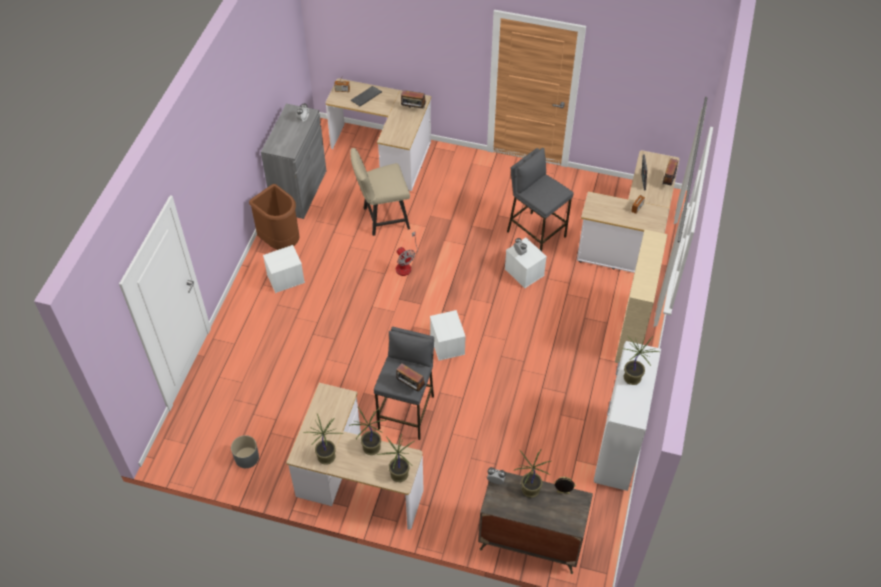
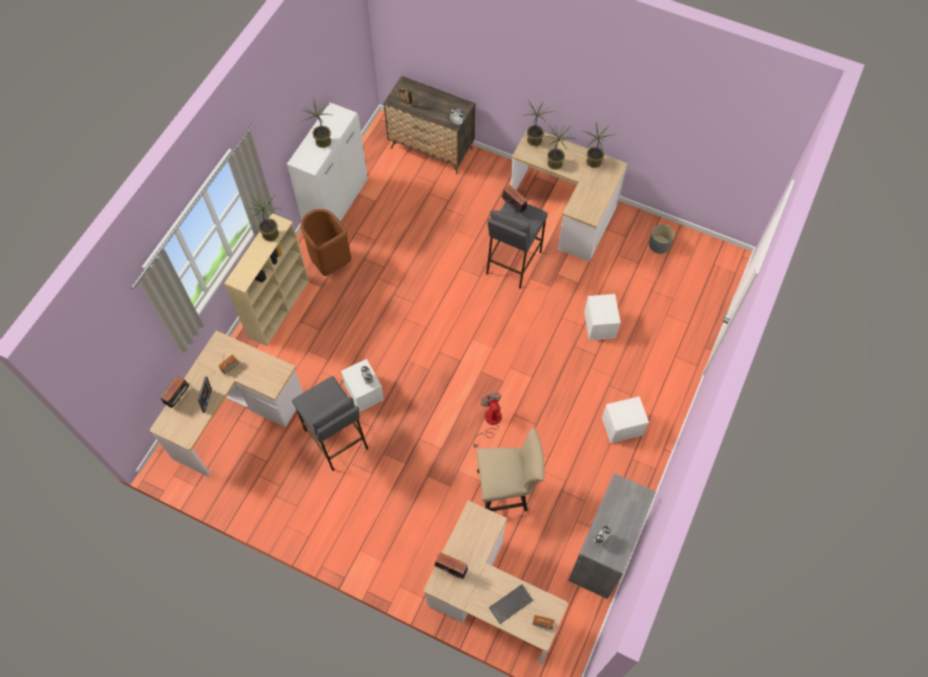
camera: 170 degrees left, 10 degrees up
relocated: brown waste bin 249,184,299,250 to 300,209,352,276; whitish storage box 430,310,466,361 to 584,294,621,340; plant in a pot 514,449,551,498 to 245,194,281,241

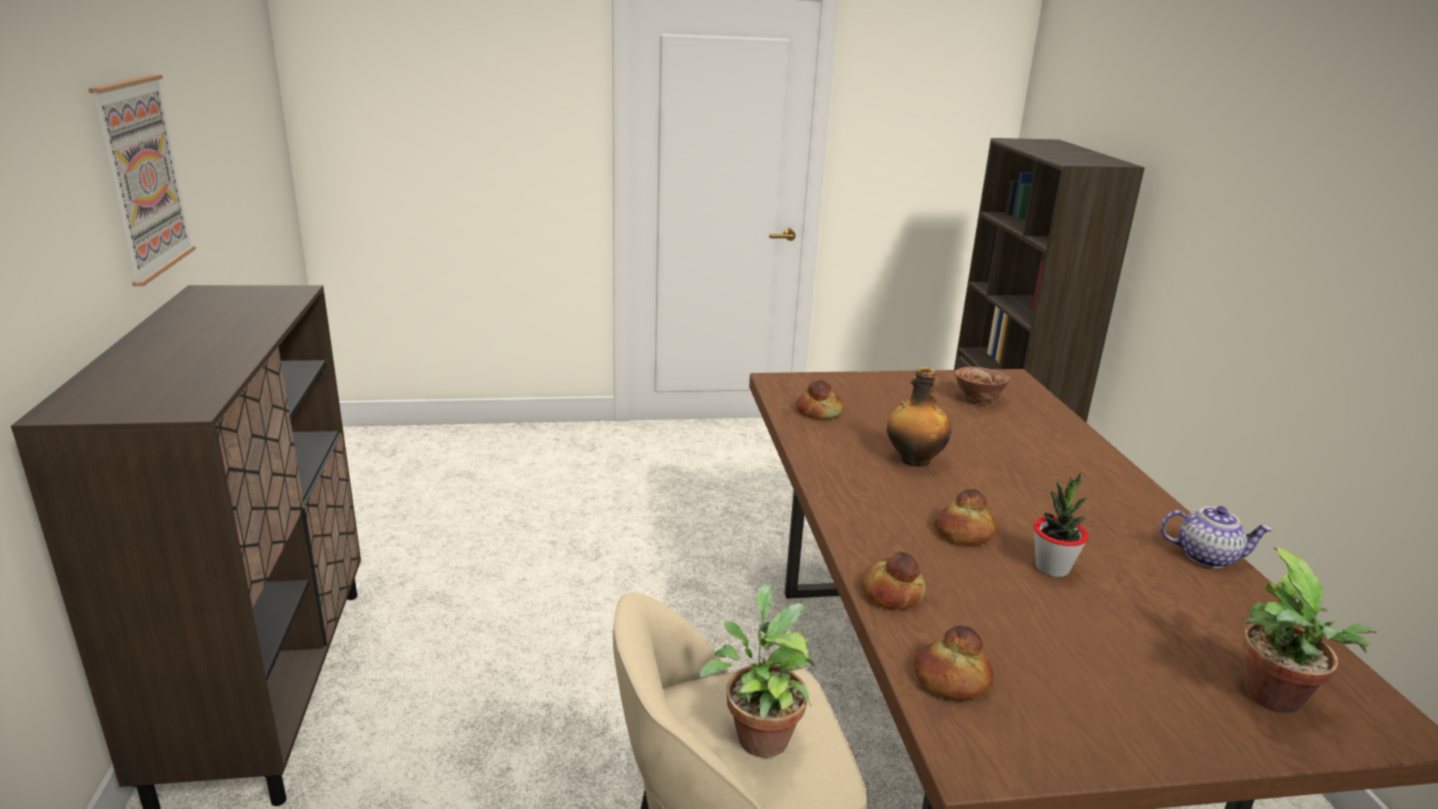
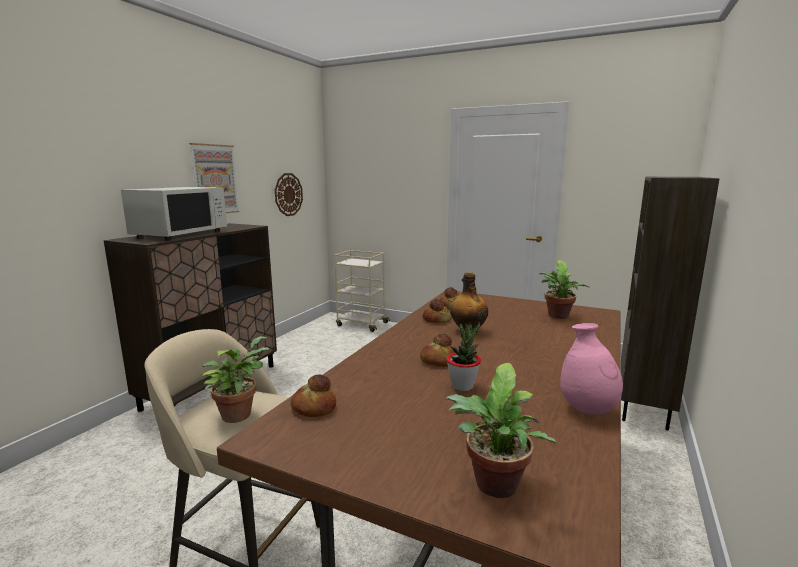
camera: 35 degrees right, 10 degrees down
appeared: clock on the wall 275,173,303,216; whitish microwave oven 121,187,227,241; beige wheeled cart 335,250,390,332
relocated: baked bread 862,552,925,610 to 422,299,452,323
exchanged: serving bowl 955,367,1010,404 to plant in a pot 540,260,589,319; tea pot 1160,506,1273,568 to pink decorative vase 560,323,623,415

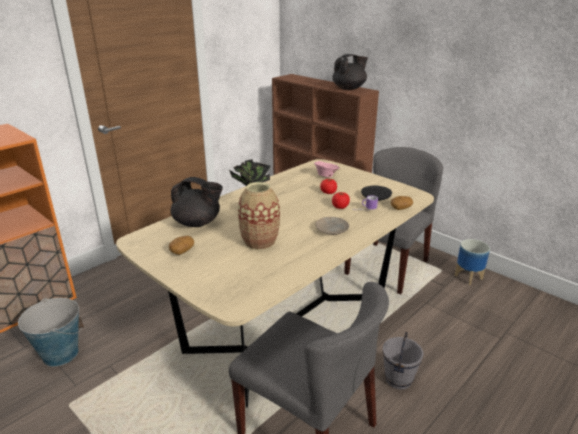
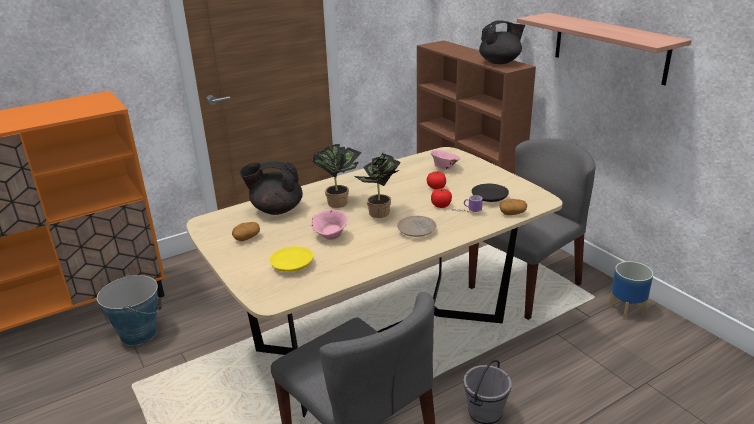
camera: 15 degrees right, 0 degrees up
appeared: wall shelf 517,13,692,85; plant in a pot 354,153,401,218; yellowish flat dish 270,246,313,272
exchanged: decorative vase 238,182,280,250 to pink serving bowl 311,209,347,240
spun: black tea pot 171,177,223,227 = 240,161,303,215 150 degrees clockwise

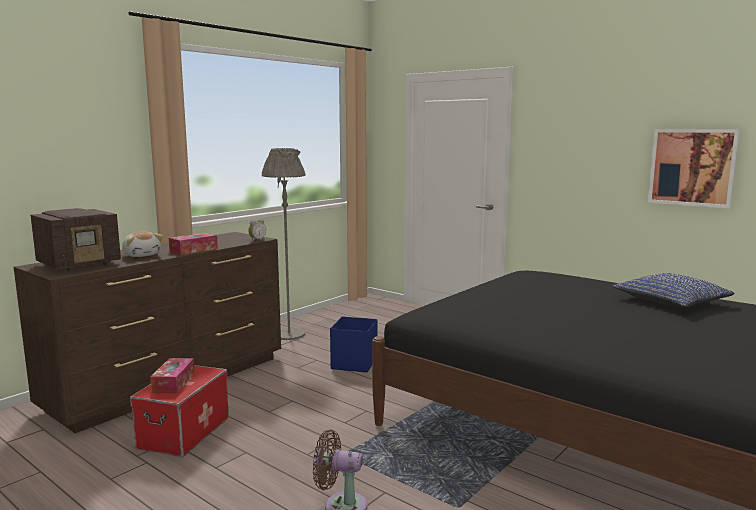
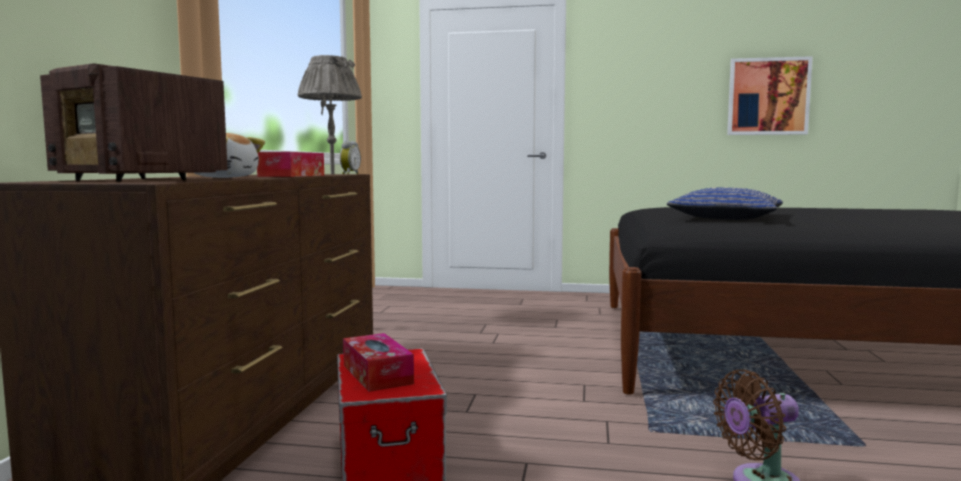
camera: 30 degrees left, 5 degrees down
missing: blue-coloured storage box 330,316,378,373
relocated: blue-coloured cushion 612,273,735,308 to 667,188,783,220
spun: radio set 31,208,121,271 = 40,63,228,182 105 degrees clockwise

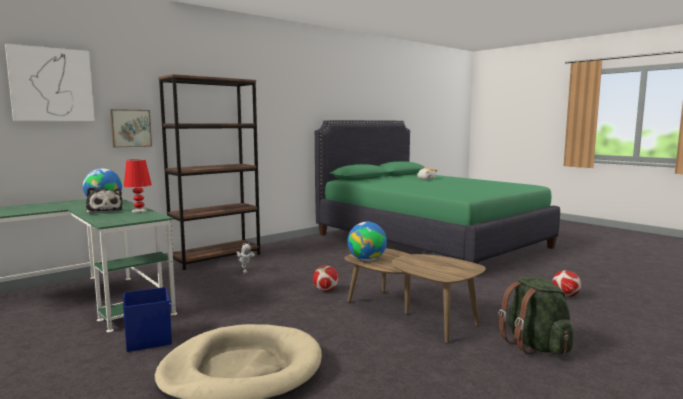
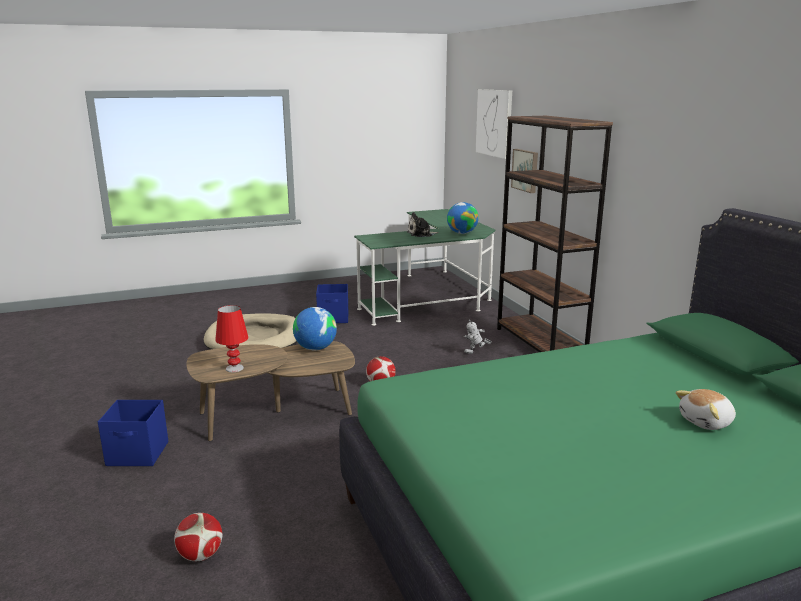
camera: 110 degrees right, 10 degrees up
relocated: reddish lamp for a table 124,159,152,213 to 215,305,248,372
exchanged: green-coloured rucksack 499,276,573,354 to blue-coloured storage box 98,400,168,466

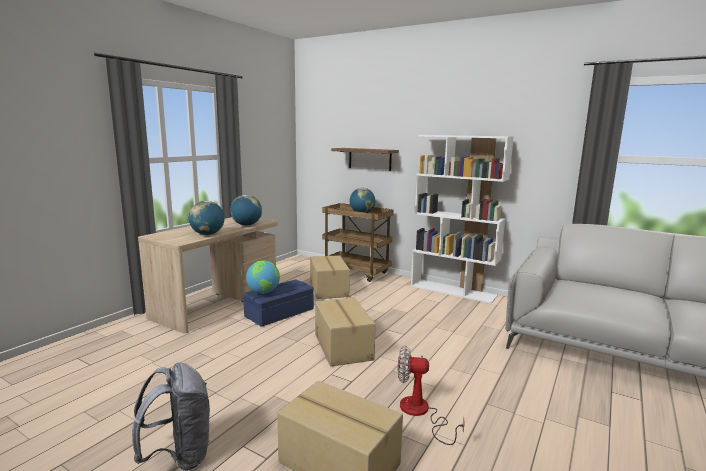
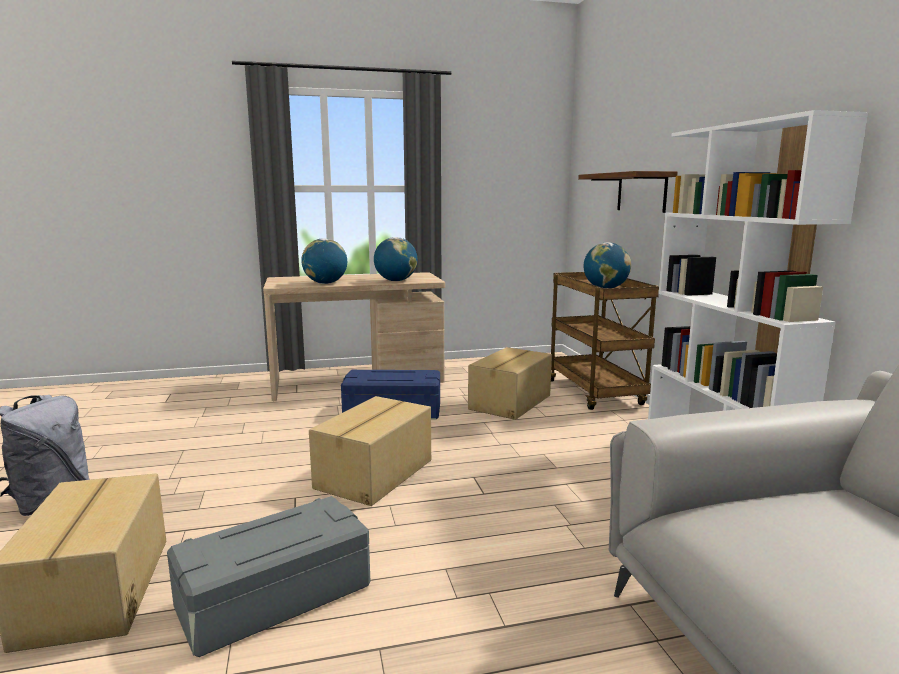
camera: 45 degrees right, 0 degrees up
missing: world globe 246,260,280,294
exchanged: fan 398,346,465,445 to gray storage box 167,496,370,657

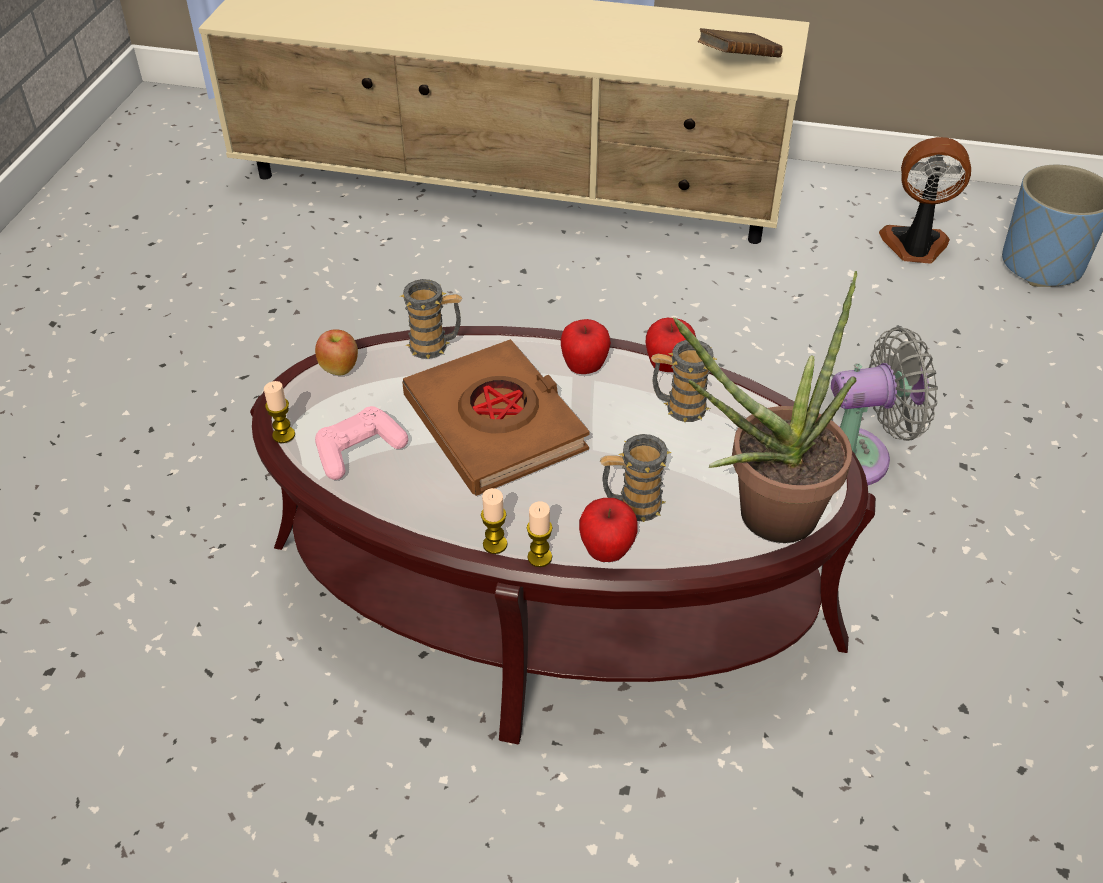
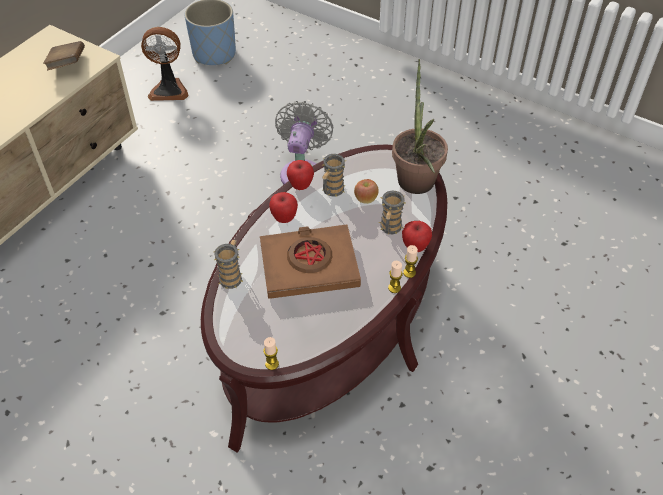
camera: 70 degrees left, 5 degrees up
missing: pink joypad 315,406,408,480
relocated: apple 315,329,358,375 to 354,179,379,204
spun: fan 879,137,971,264 = 141,27,188,101 120 degrees counterclockwise

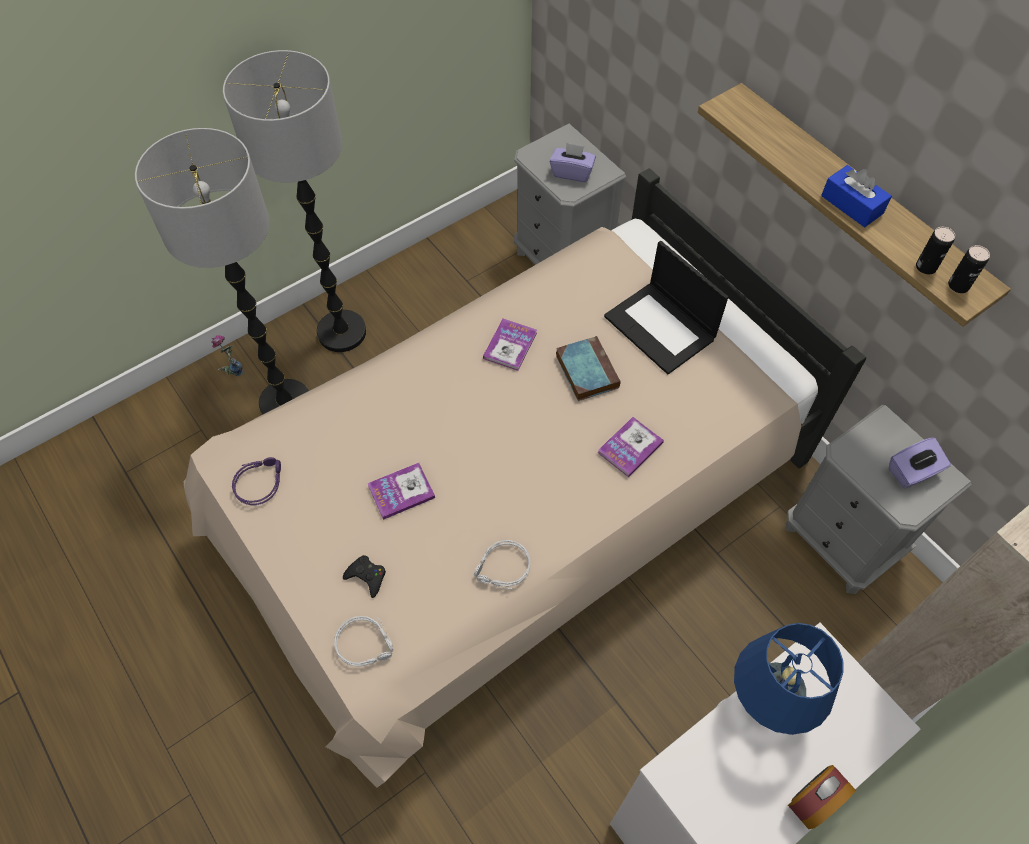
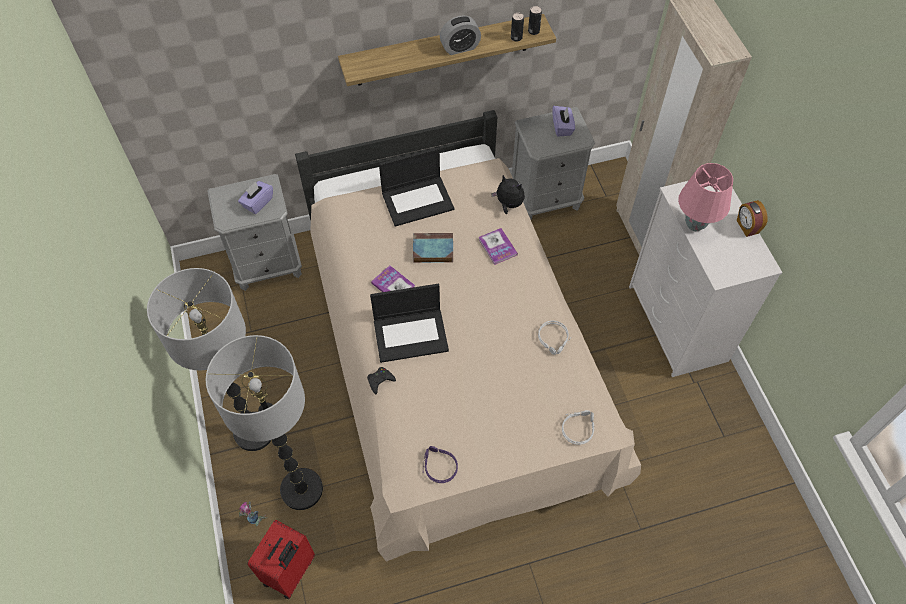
camera: 70 degrees left, 0 degrees up
missing: volume 368,462,435,520
appeared: cuddly toy 491,175,525,214; laptop 370,284,449,363; reddish suitcase 247,520,315,599
relocated: black joypad 343,555,386,598 to 367,367,396,394
exchanged: blue-coloured tissue box 821,165,892,227 to table clock 440,15,481,55
colour: blue-coloured lamp for a table 734,623,844,735 to pink lamp for a table 678,163,733,231

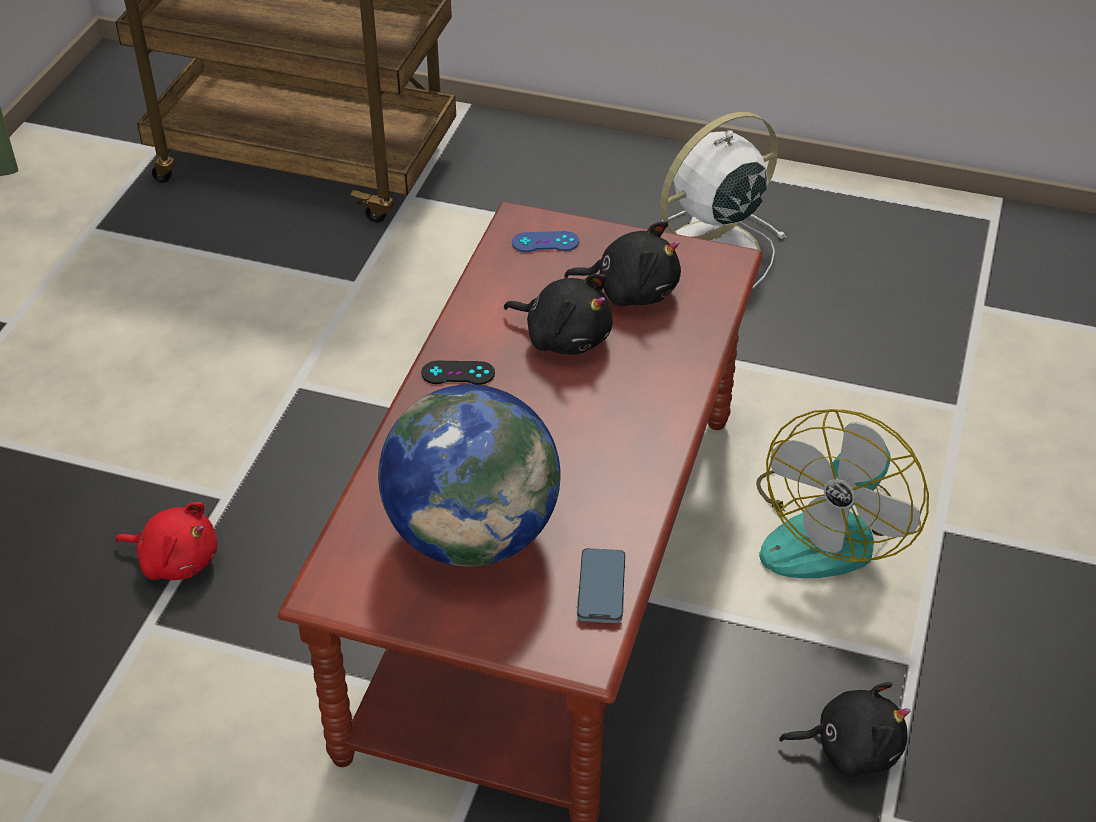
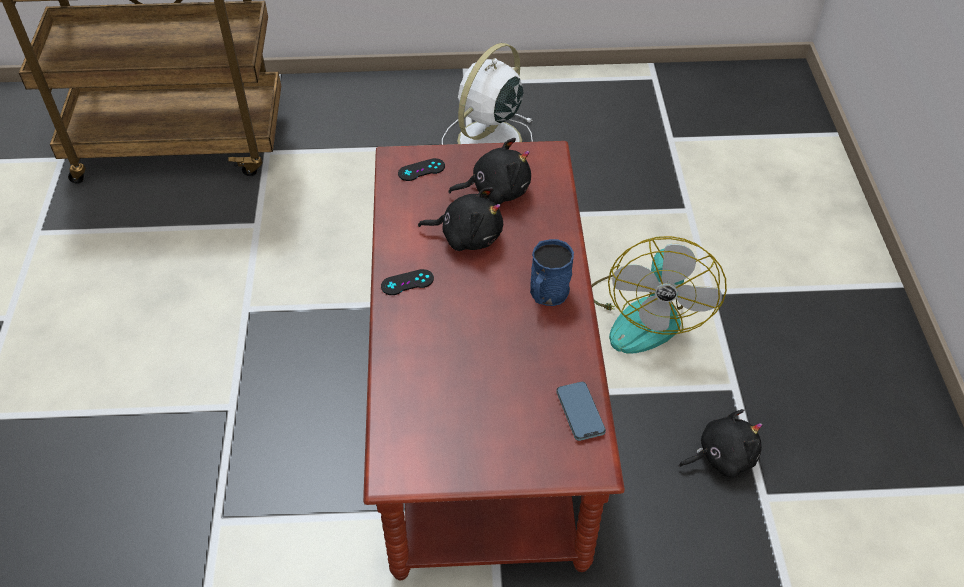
camera: 20 degrees left, 5 degrees up
missing: world globe 378,384,560,567; reddish cuddly toy 115,502,217,580
appeared: blue-coloured tea mug 530,239,574,306
colour: blue-coloured joypad 512,231,579,252 to black joypad 398,158,445,181

